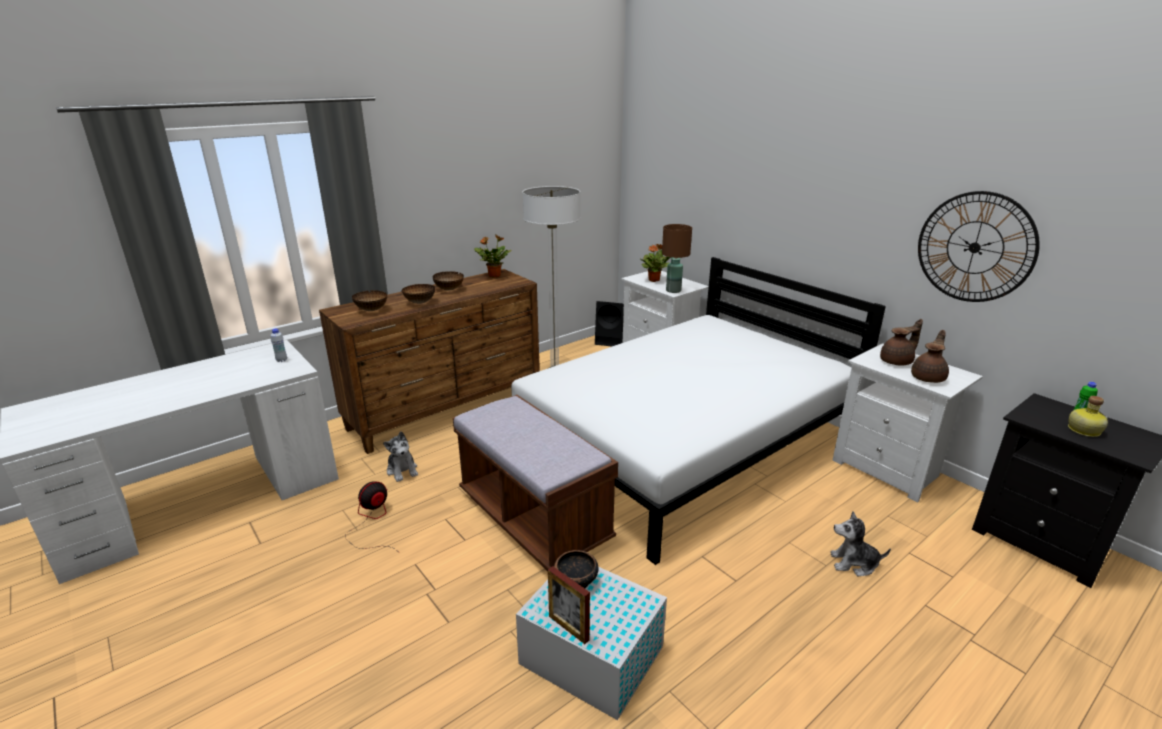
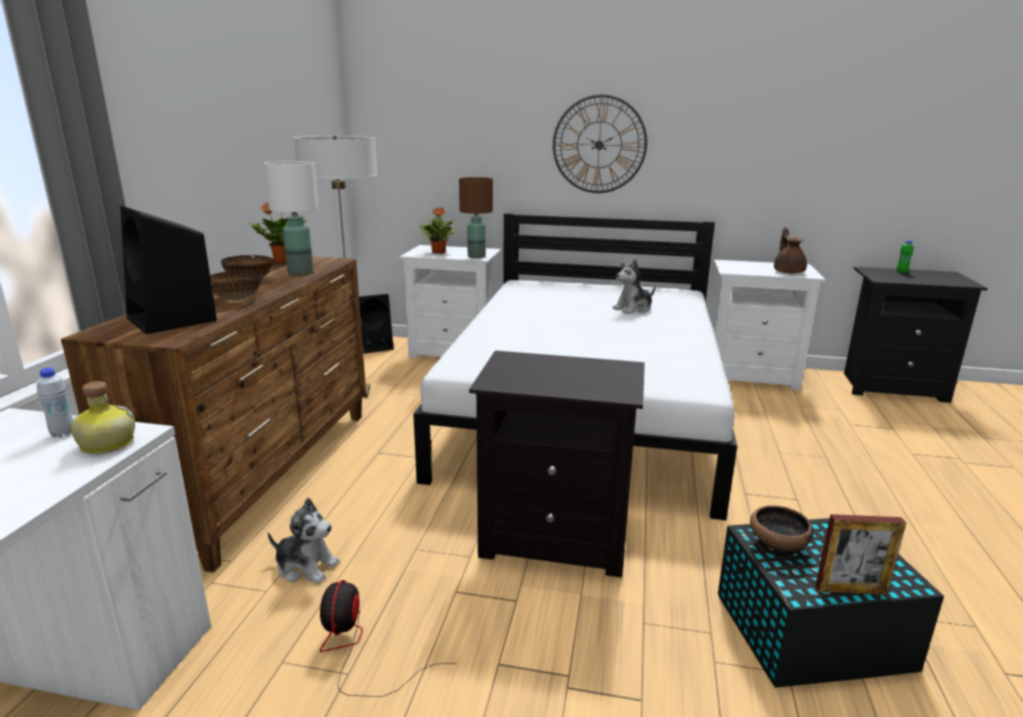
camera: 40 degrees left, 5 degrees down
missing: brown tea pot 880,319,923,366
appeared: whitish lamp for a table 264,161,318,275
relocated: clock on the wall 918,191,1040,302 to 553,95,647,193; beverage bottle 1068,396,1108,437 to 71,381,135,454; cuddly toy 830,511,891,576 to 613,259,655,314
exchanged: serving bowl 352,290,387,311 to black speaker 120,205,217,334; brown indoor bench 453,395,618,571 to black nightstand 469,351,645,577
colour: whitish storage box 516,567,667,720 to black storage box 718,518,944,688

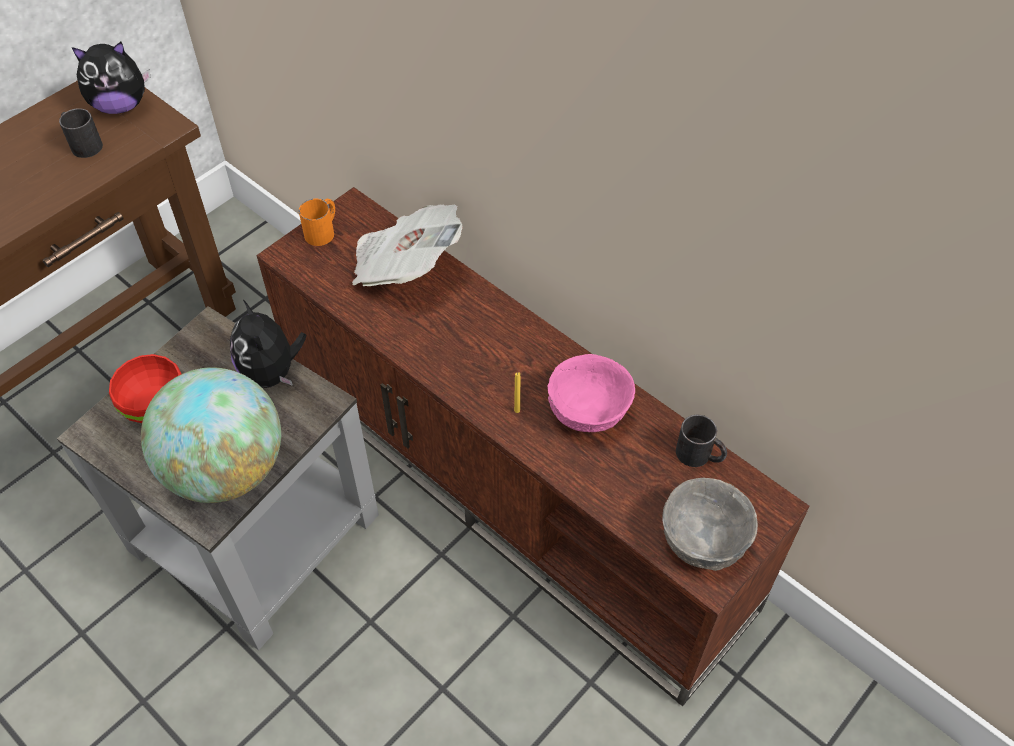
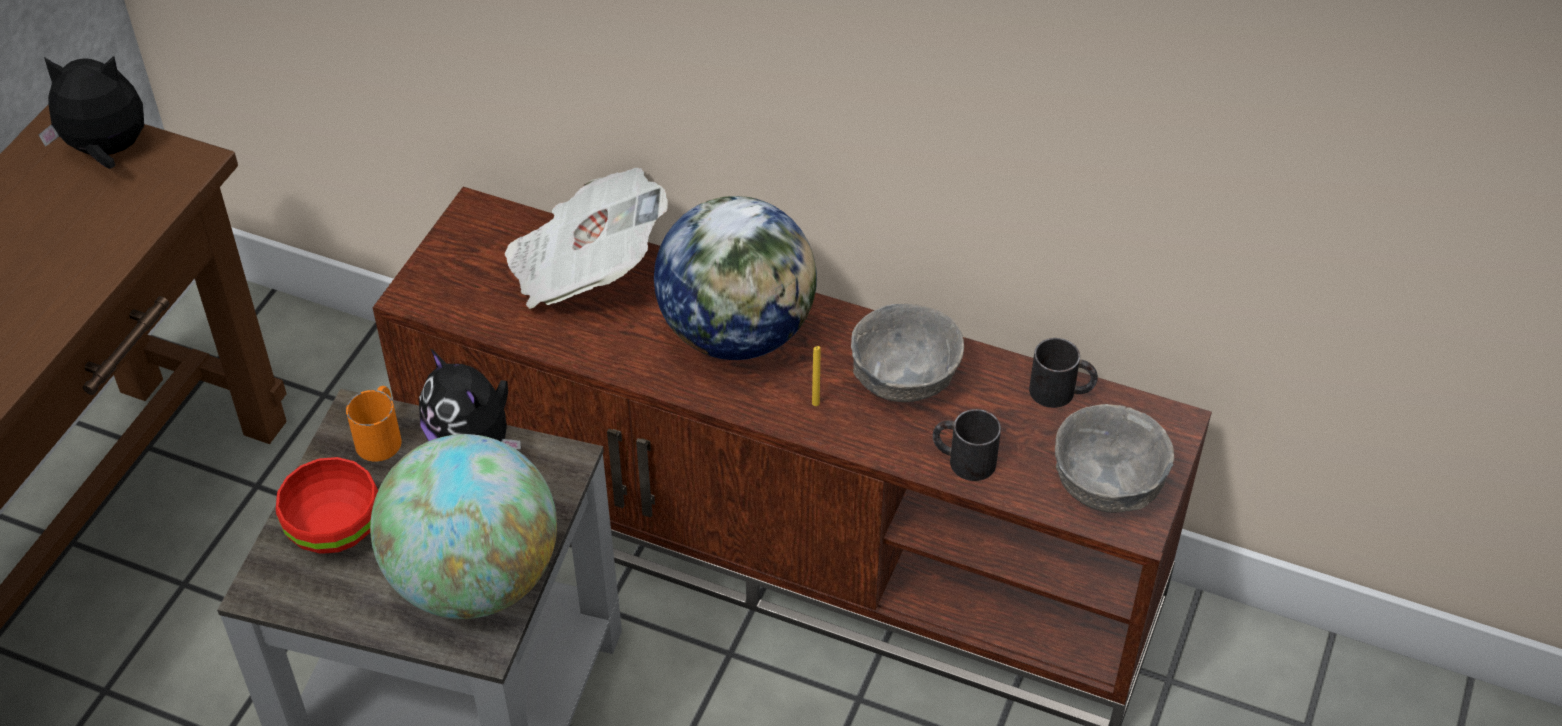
camera: 20 degrees left, 5 degrees down
appeared: world globe 654,196,817,360
relocated: black tea mug 59,108,103,158 to 933,409,1001,481; orange-coloured tea mug 299,199,335,246 to 346,386,402,462
colour: pink serving bowl 547,354,635,432 to gray serving bowl 851,304,964,402
spun: cuddly toy 72,42,150,114 = 39,56,144,169 150 degrees counterclockwise

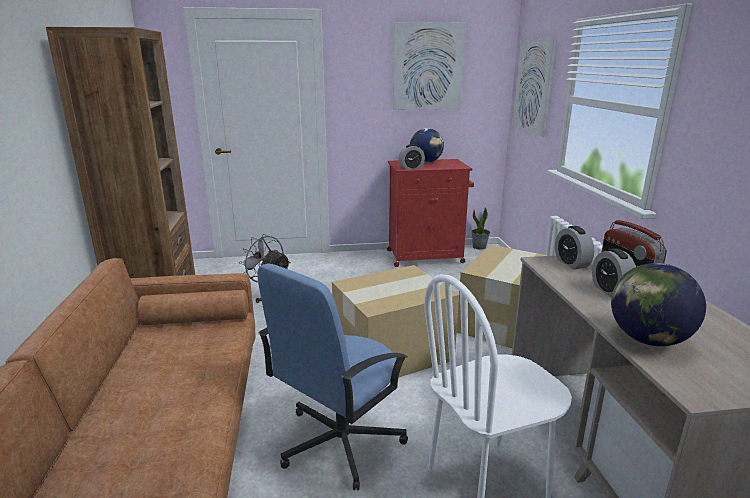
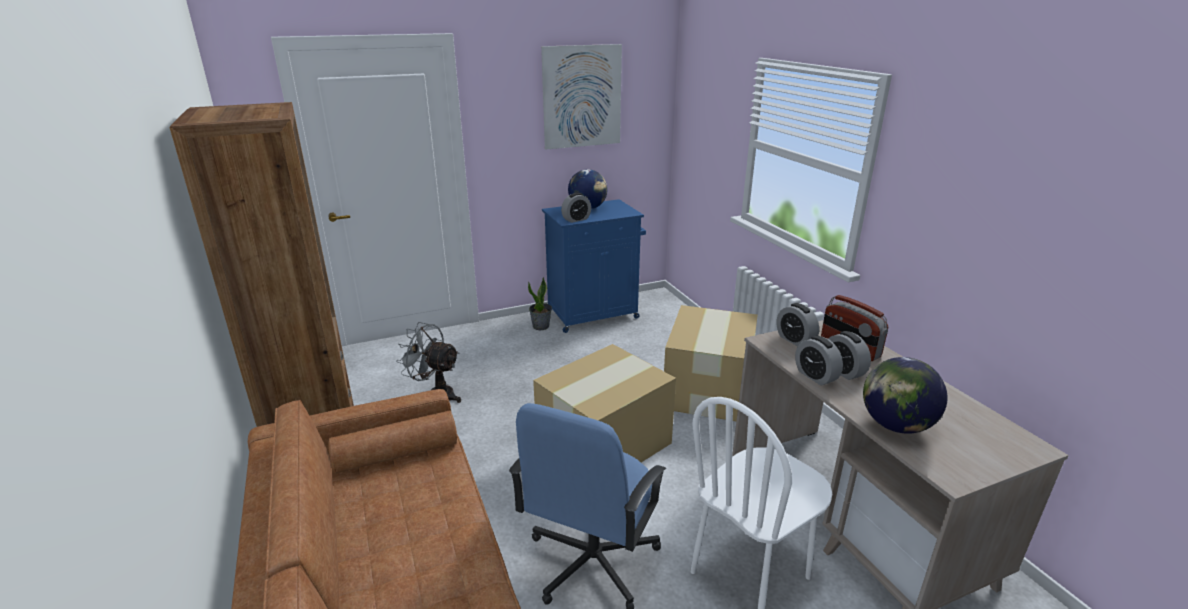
camera: 15 degrees left, 5 degrees up
missing: picture 512,38,557,136
appeared: table clock 795,336,843,385
relocated: plant in a pot 471,207,490,250 to 528,277,552,330
colour: reddish storage cabinet 387,159,474,267 to blue-coloured storage cabinet 542,199,646,333

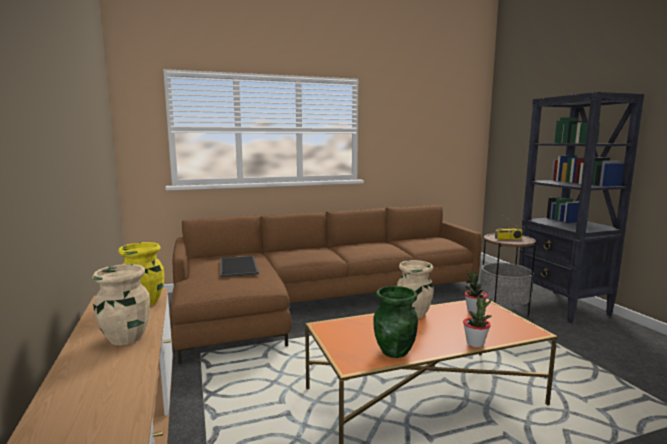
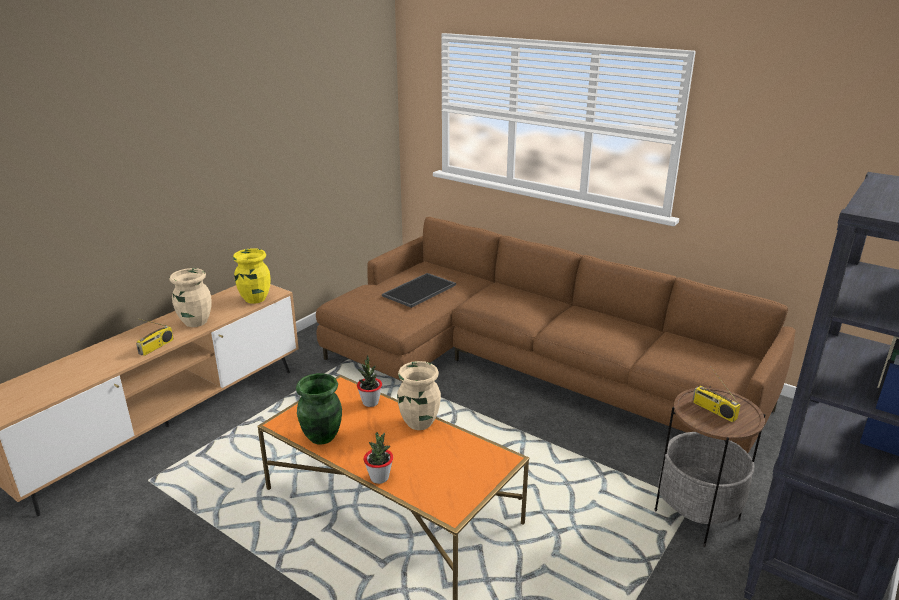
camera: 55 degrees right, 15 degrees up
appeared: radio set 136,319,174,356
relocated: plant in a pot 465,271,488,315 to 357,355,382,407

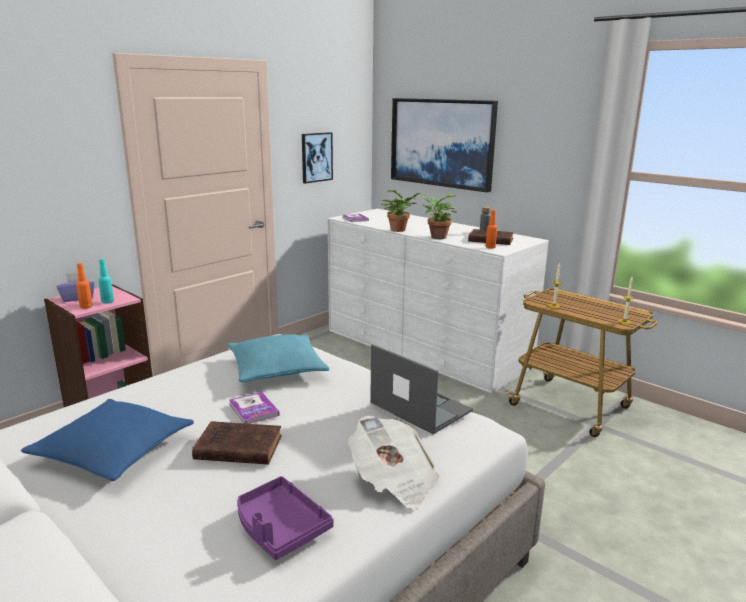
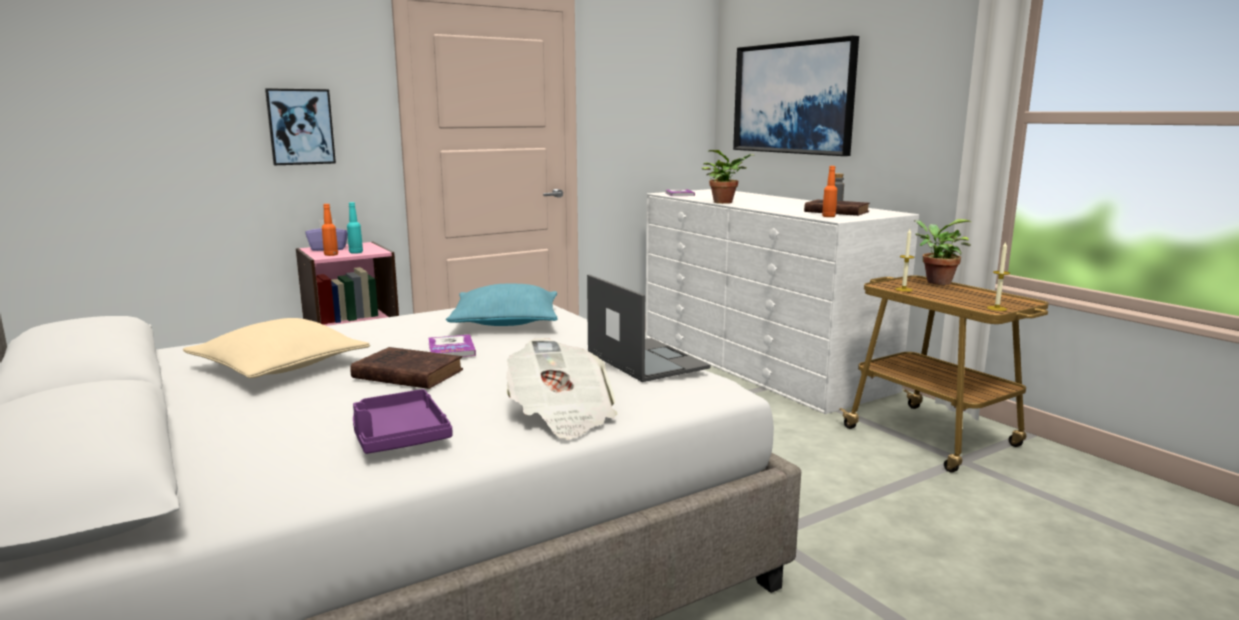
camera: 15 degrees right, 5 degrees down
relocated: picture 302,132,333,183 to 265,88,336,165; plant in a pot 422,194,457,239 to 914,219,971,285
colour: blue-coloured cushion 21,399,194,481 to beige cushion 183,318,370,378

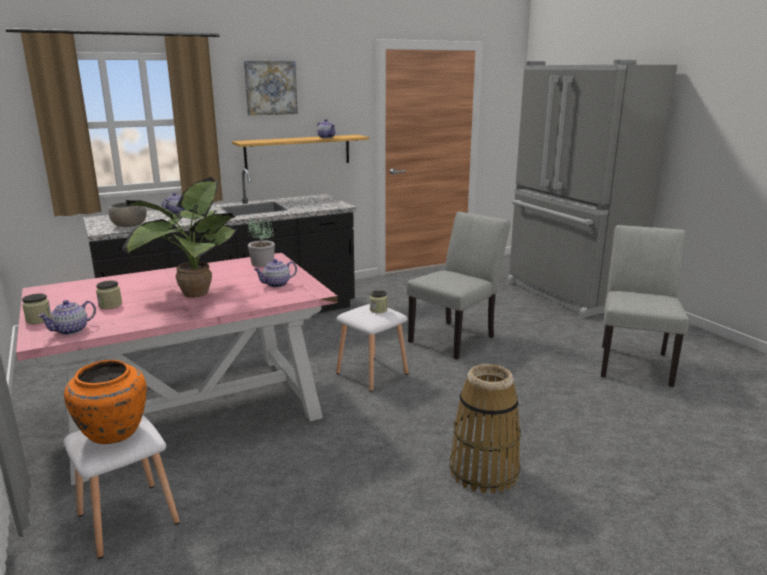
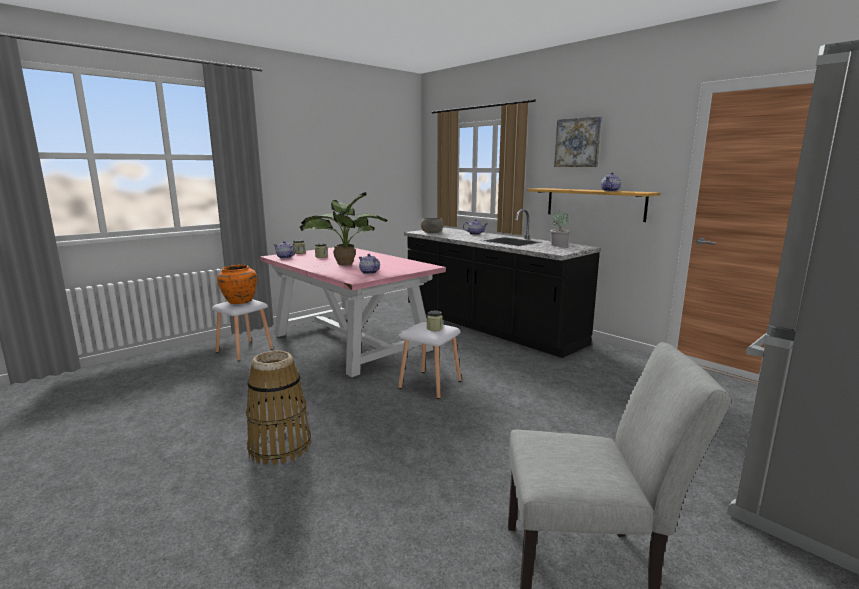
camera: 75 degrees right, 5 degrees down
missing: gray chair 407,212,510,359
relocated: plant in a pot 248,217,275,267 to 550,211,570,247

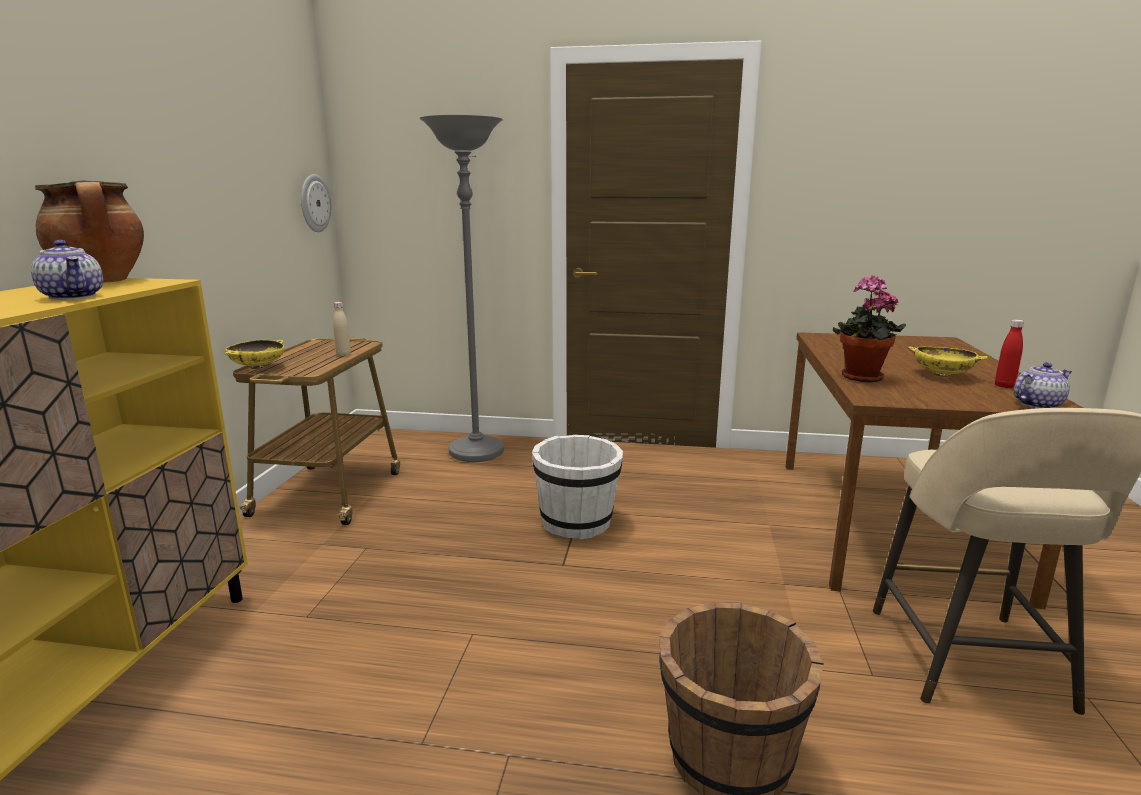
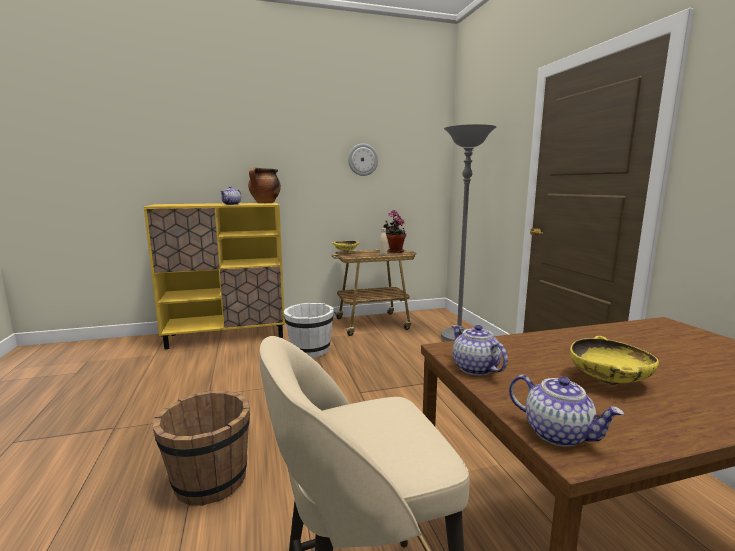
camera: 65 degrees right, 5 degrees down
missing: reddish beverage bottle 995,319,1024,388
appeared: tea pot 452,325,508,376
relocated: clock on the wall 301,174,331,232 to 348,143,378,176; plant in a pot 833,276,906,382 to 383,210,406,253; whitish water bucket 532,435,623,540 to 283,303,334,358

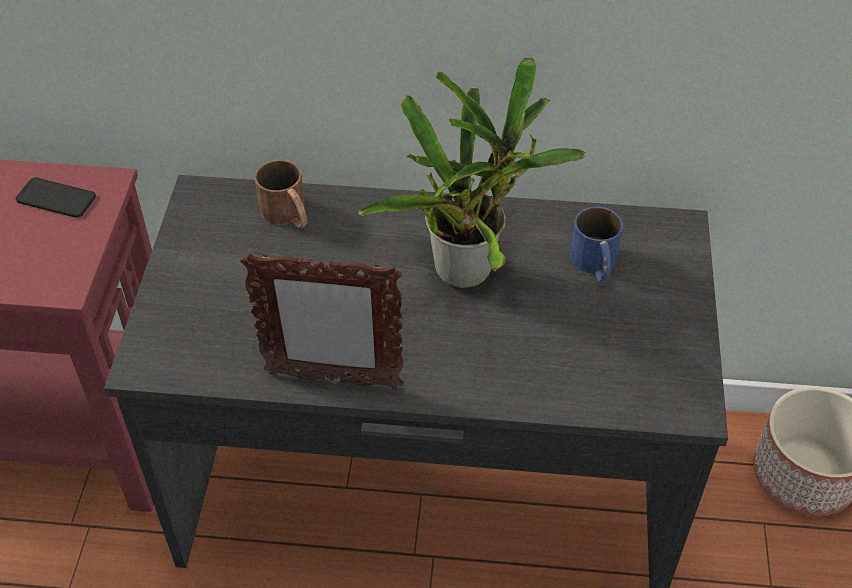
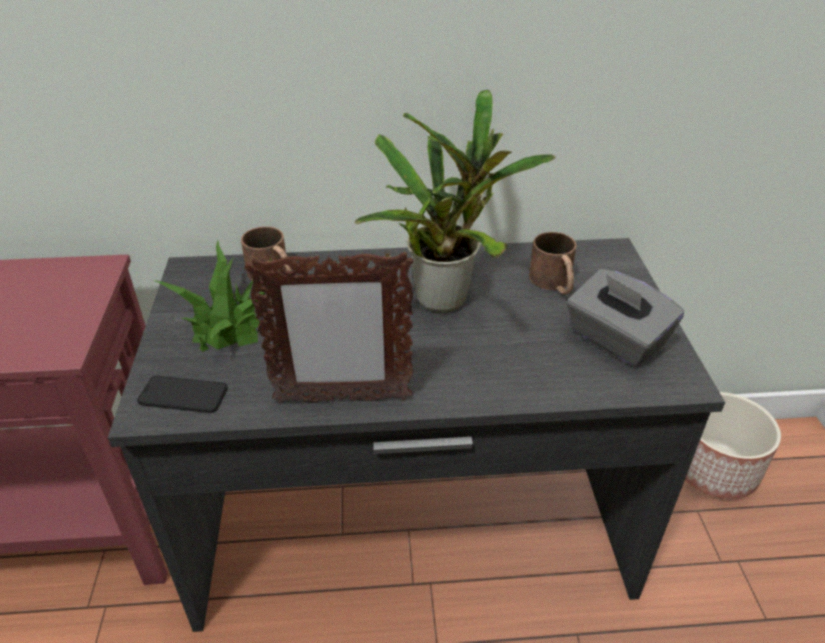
camera: 10 degrees left, 10 degrees down
appeared: plant in a pot 153,241,265,352; gray tissue box 567,269,684,367
relocated: telephone 16,177,96,218 to 137,375,228,413
colour: blue-coloured tea mug 570,206,623,283 to brown tea mug 529,232,577,295

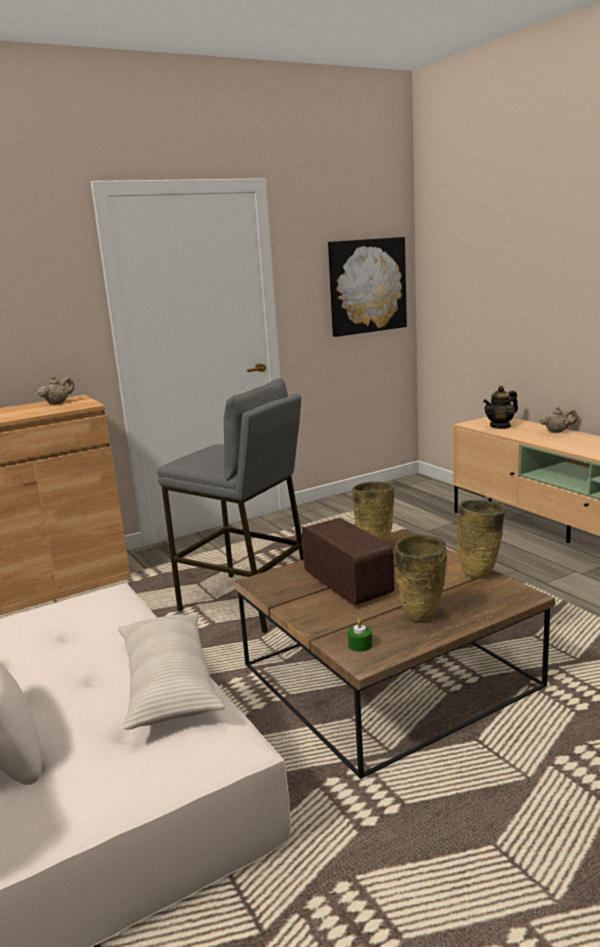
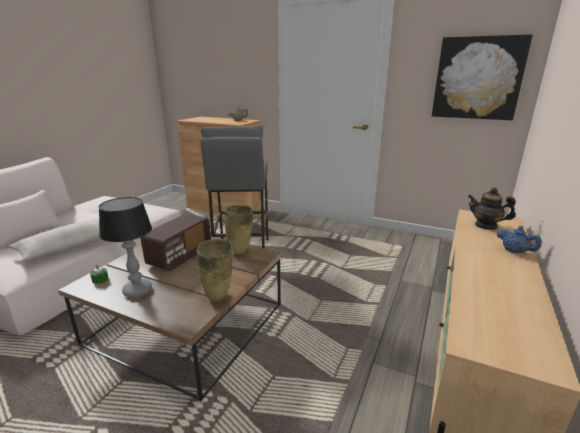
camera: 55 degrees right, 5 degrees up
exchanged: beige decorative vase 394,534,447,623 to lamp for a table 98,197,152,298
colour: beige tea pot 540,406,577,433 to blue-coloured tea pot 497,226,541,253

